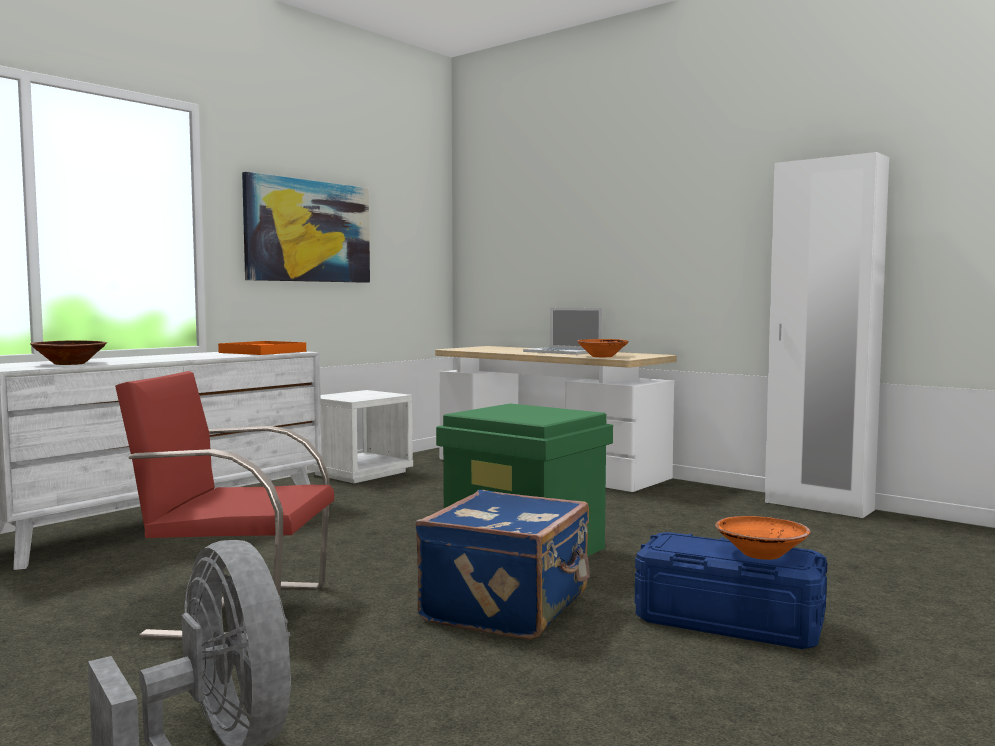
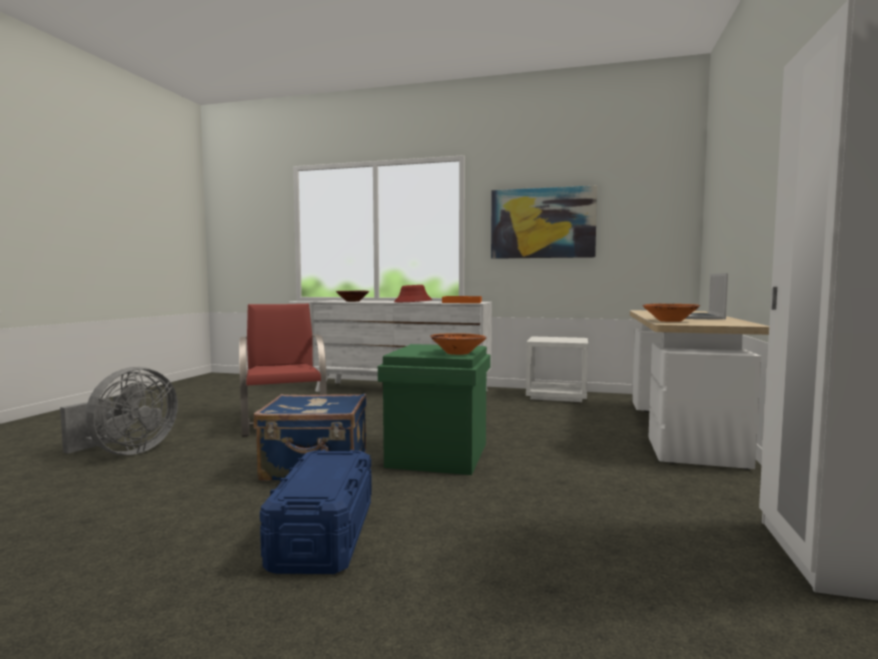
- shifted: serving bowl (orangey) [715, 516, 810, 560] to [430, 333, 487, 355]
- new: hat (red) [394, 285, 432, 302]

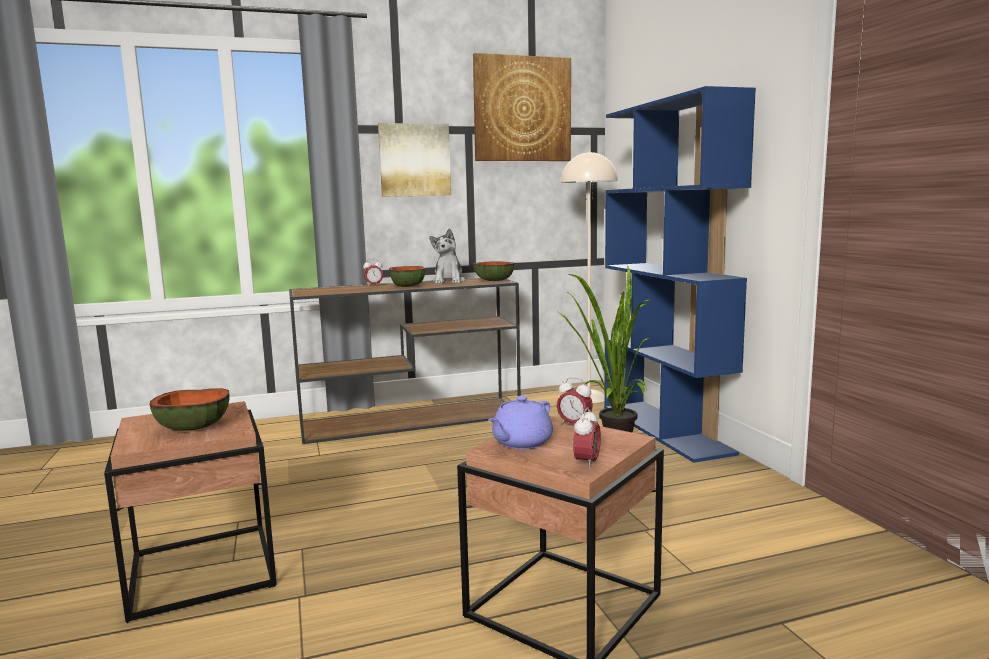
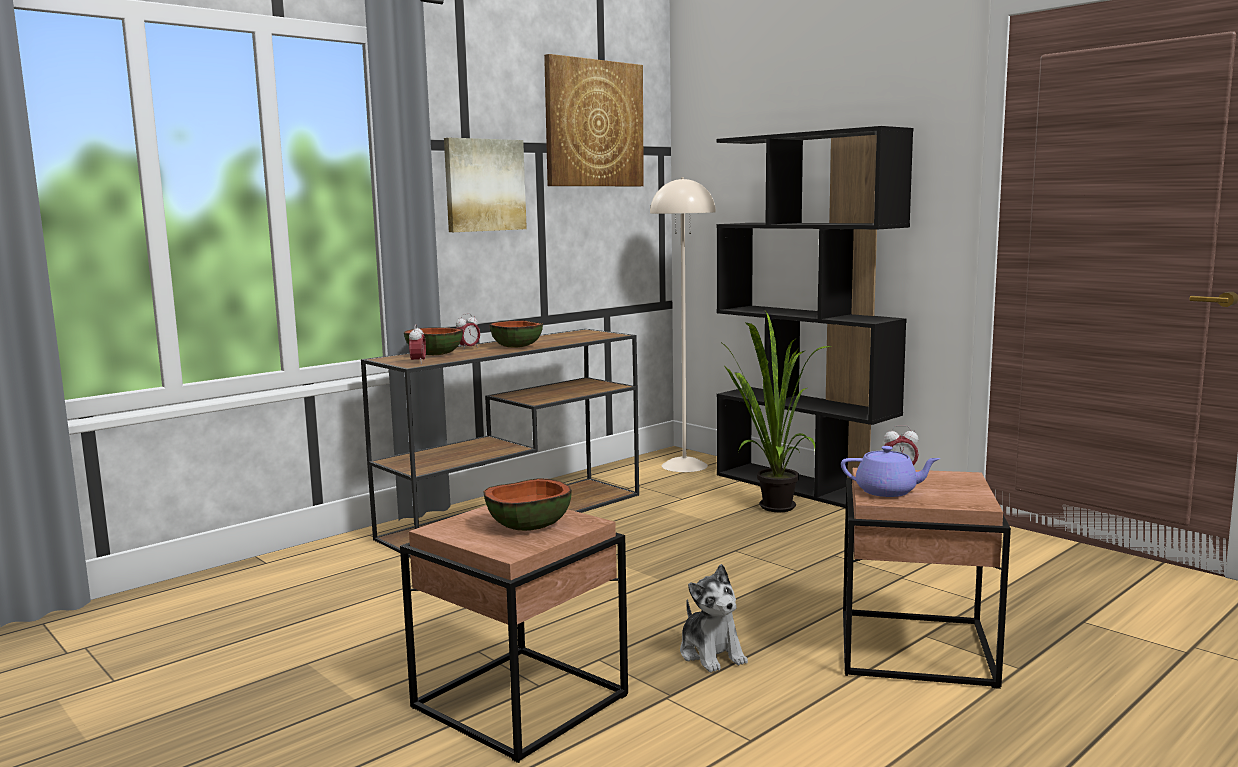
- shifted: plush toy [429, 228, 465, 284] to [680, 564, 748, 672]
- shifted: serving bowl [473, 261, 514, 281] to [404, 327, 463, 355]
- rotated: teapot (purple) [488, 396, 553, 449] = [841, 446, 941, 497] 90 degrees counterclockwise
- shifted: alarm clock [573, 407, 601, 470] to [409, 324, 426, 364]
- repainted: bookcase (blue) [604, 86, 756, 463] to bookcase (black) [716, 126, 913, 508]

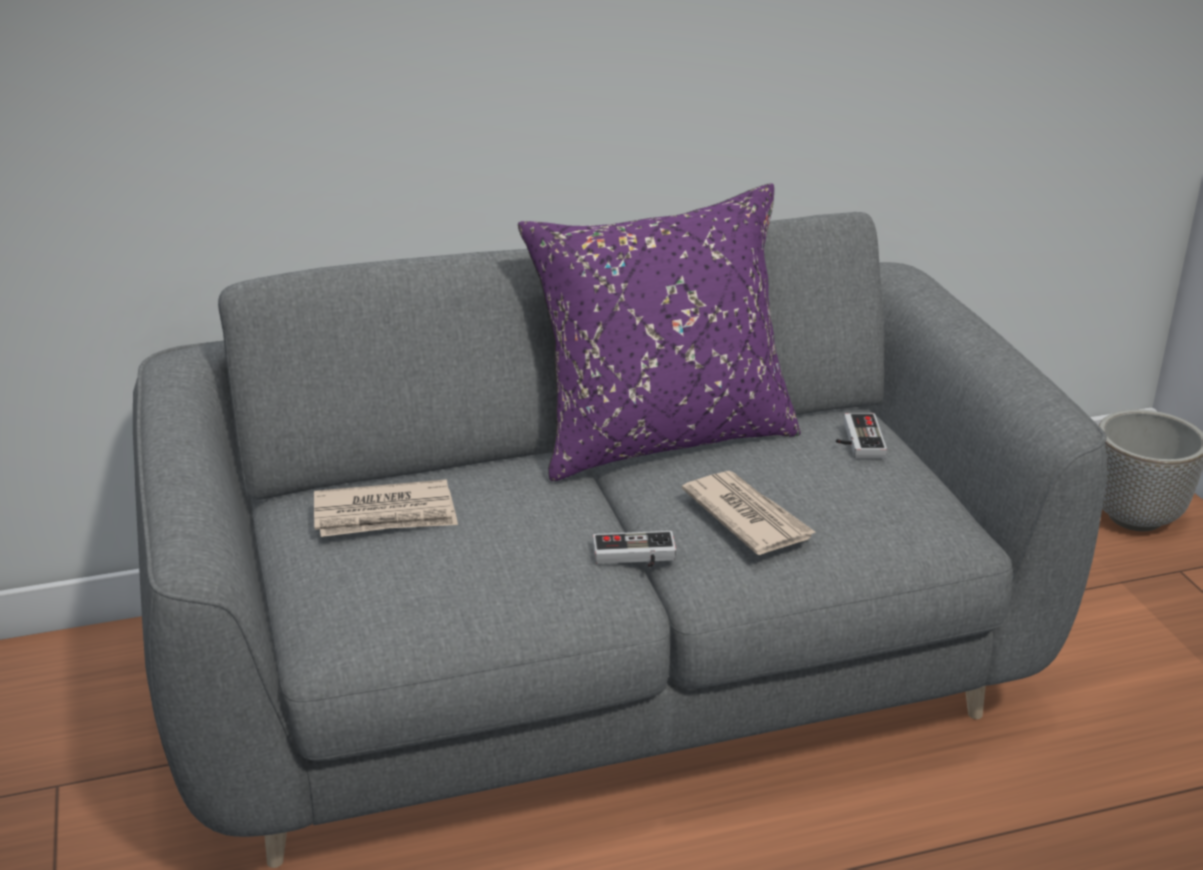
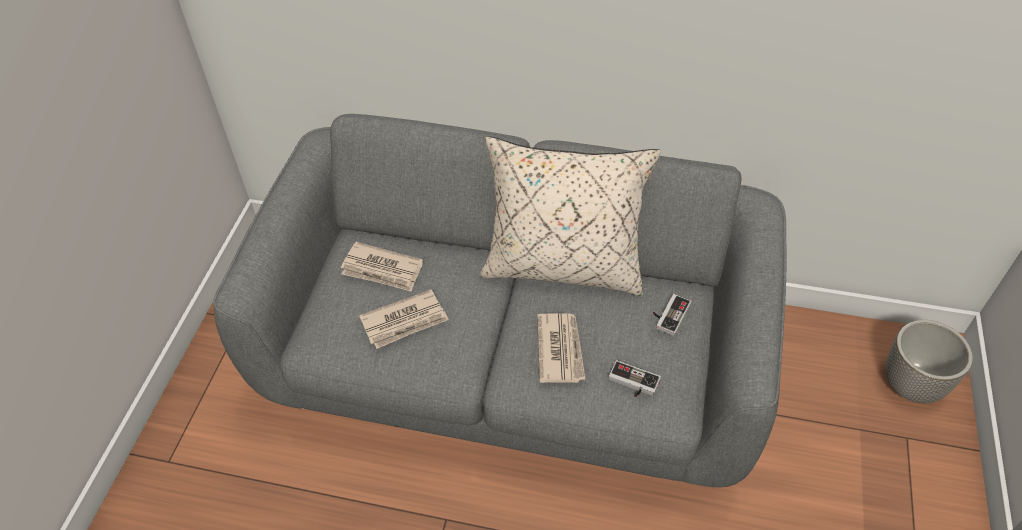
- repainted: pillow (purple) [518, 183, 801, 481] to pillow (beige-coloured) [480, 136, 661, 296]
- shifted: joypad [593, 531, 676, 567] to [609, 360, 661, 397]
- new: daily paper [359, 289, 449, 349]

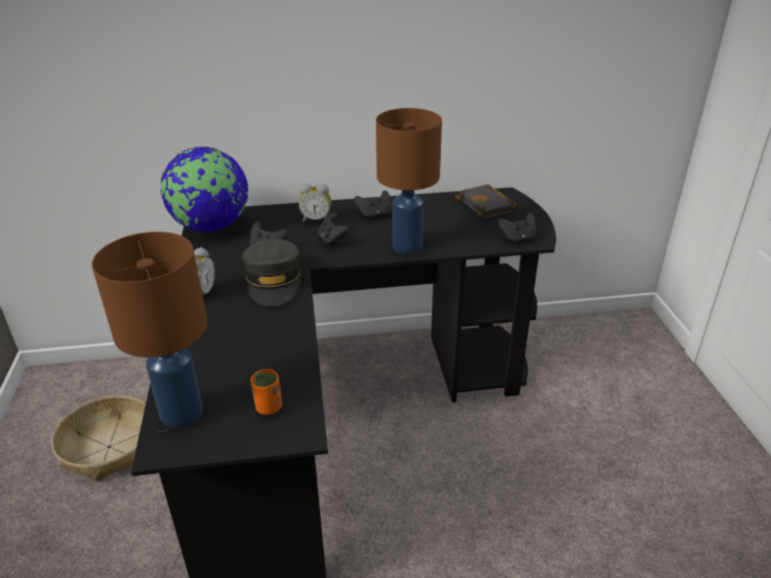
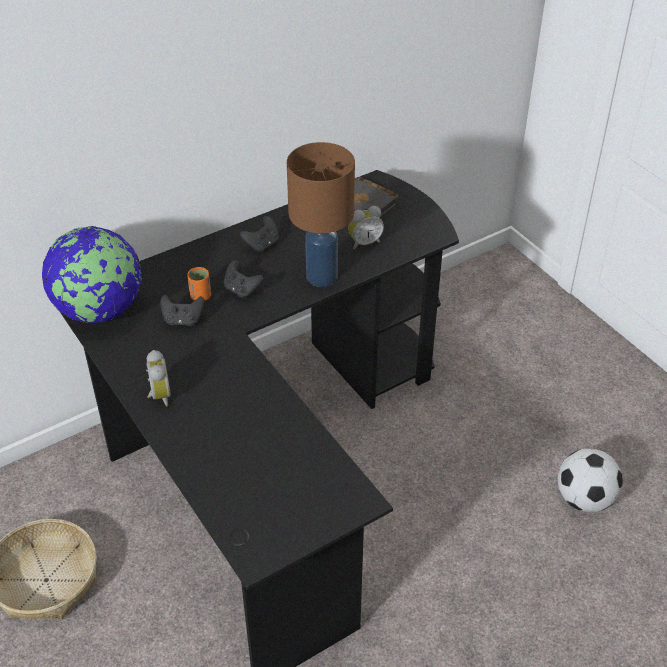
- gone: tabletop lamp (brownish) [92, 232, 207, 428]
- gone: baseball cap (gray) [243, 239, 301, 307]
- shifted: cup (orangey) [251, 369, 282, 415] to [187, 267, 211, 301]
- shifted: alarm clock [299, 183, 331, 222] to [348, 206, 384, 250]
- gone: joypad (black) [497, 213, 536, 243]
- new: ball for football [557, 449, 623, 512]

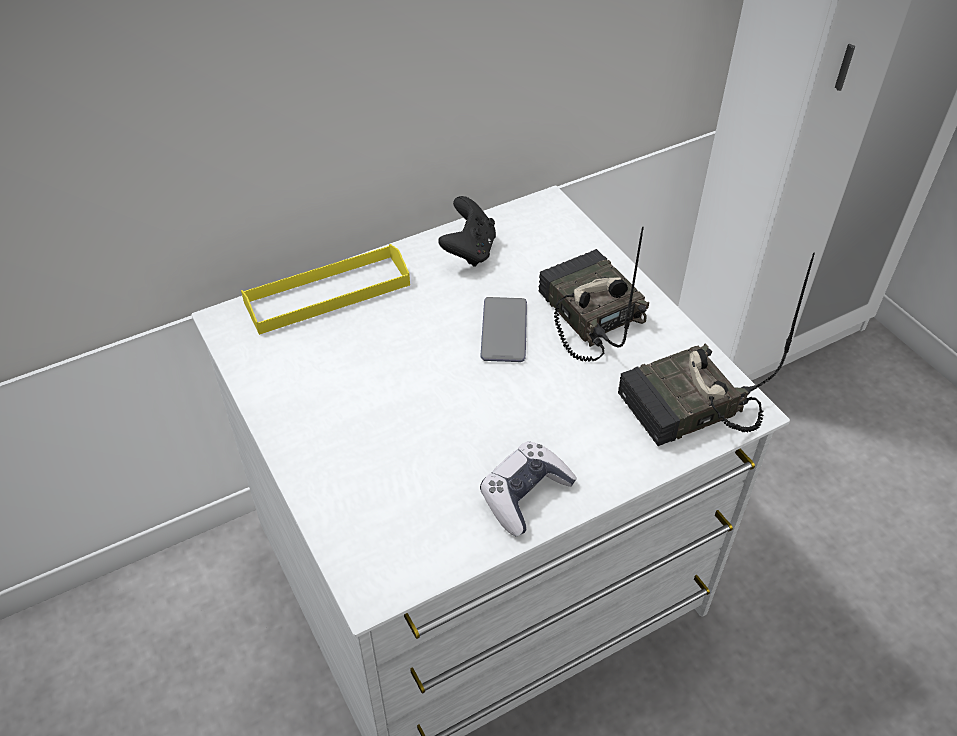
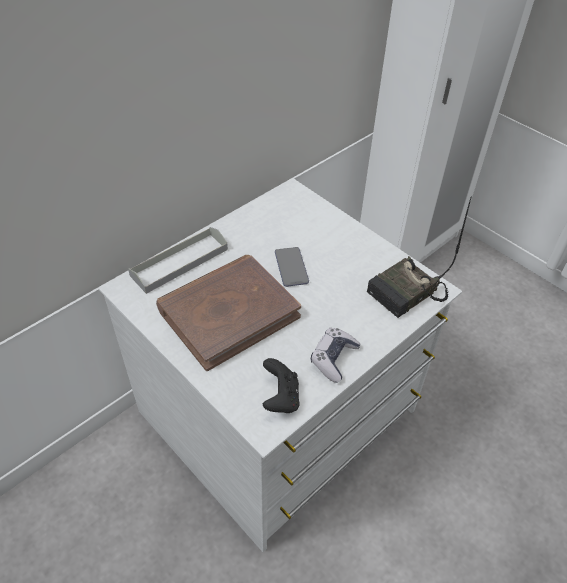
- repainted: serving tray (yellowish) [241, 244, 410, 335] to serving tray (gray) [128, 227, 228, 294]
- shifted: joypad (black) [438, 196, 496, 267] to [263, 358, 300, 413]
- gone: radio set [539, 227, 649, 362]
- new: bound book (brownish) [156, 255, 301, 371]

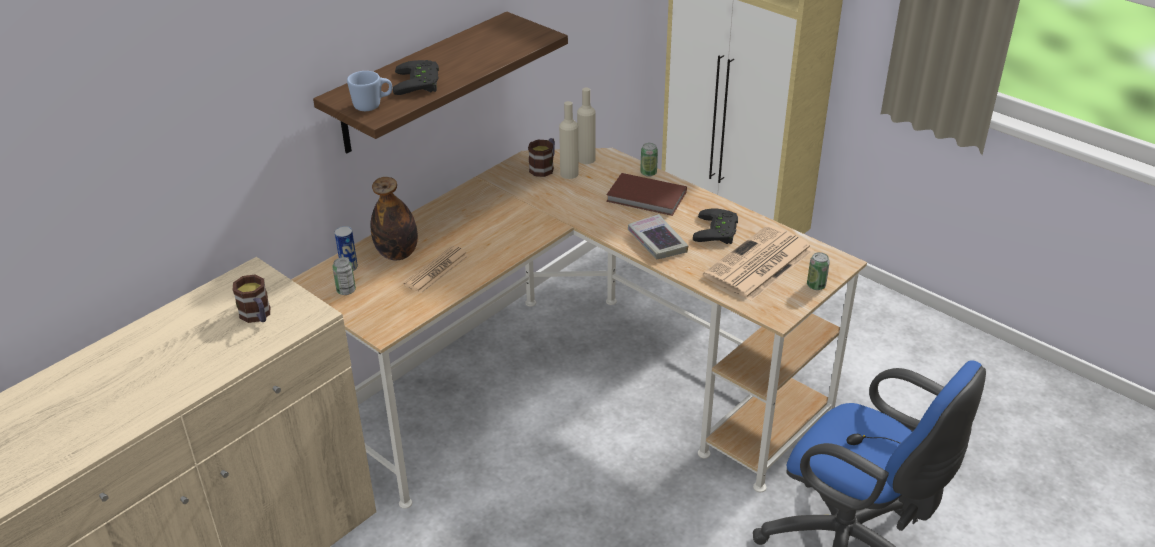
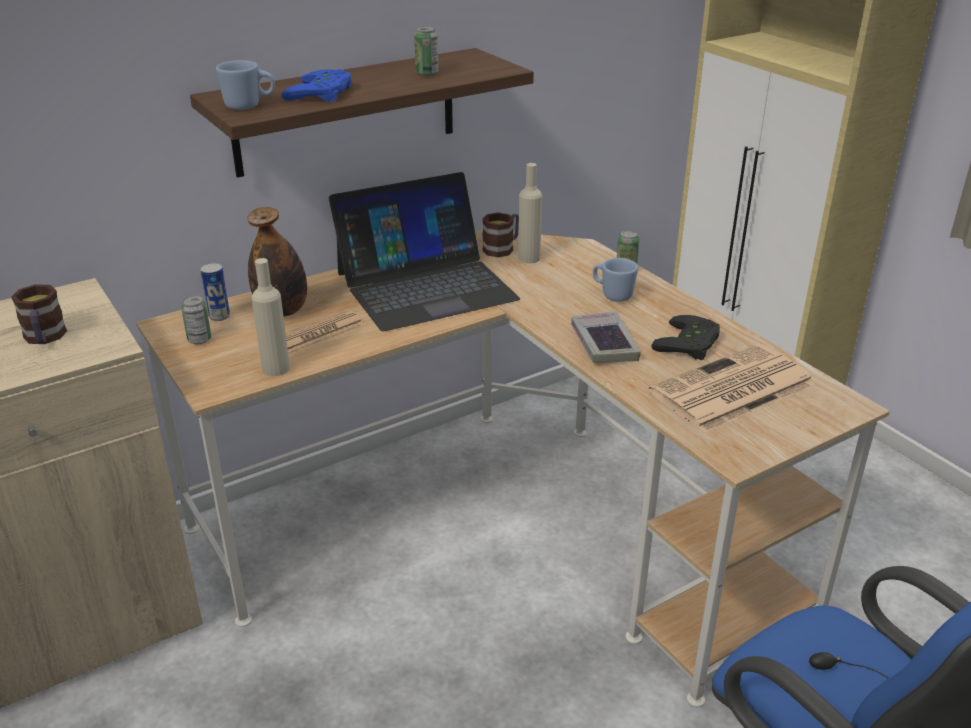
- repainted: joypad (black) [393, 60, 439, 95] to joypad (blue) [282, 69, 352, 102]
- shifted: beverage bottle (beige-coloured) [577, 88, 596, 164] to [252, 258, 290, 376]
- swapped: bound book (brownish) [606, 173, 687, 216] to tea mug (blue) [593, 258, 638, 302]
- shifted: sealed can [807, 252, 830, 290] to [414, 27, 438, 76]
- new: laptop [329, 172, 520, 331]

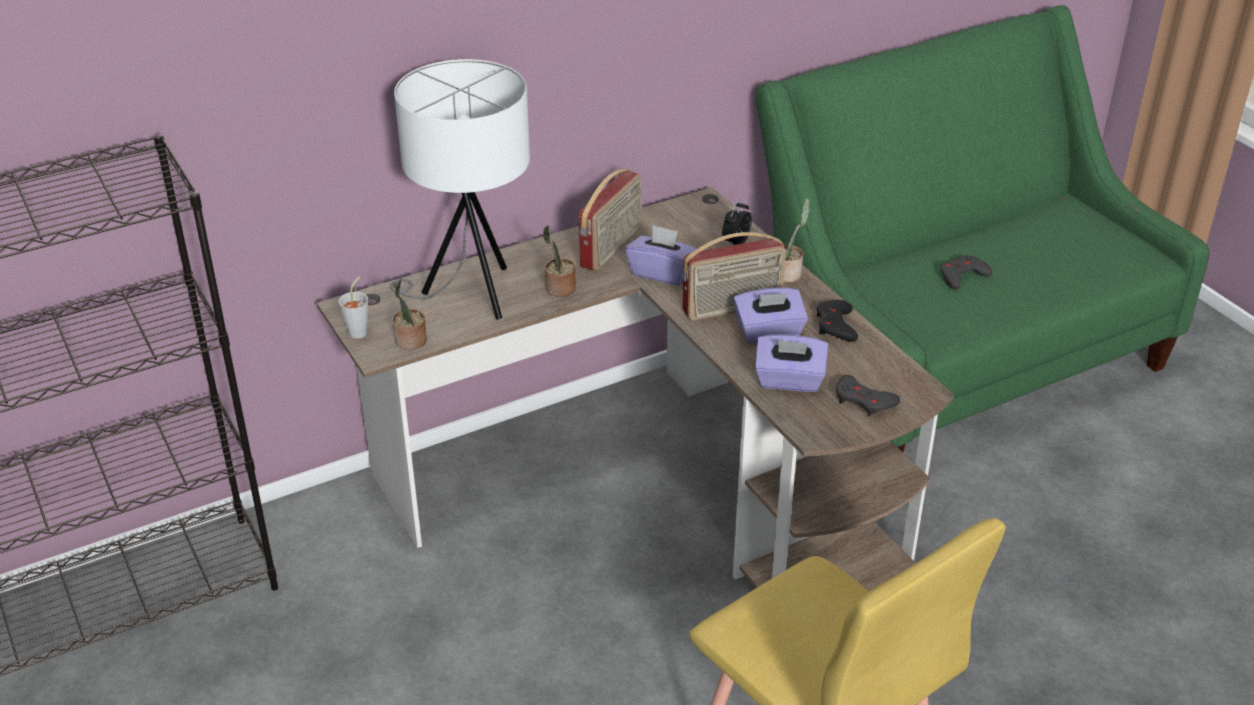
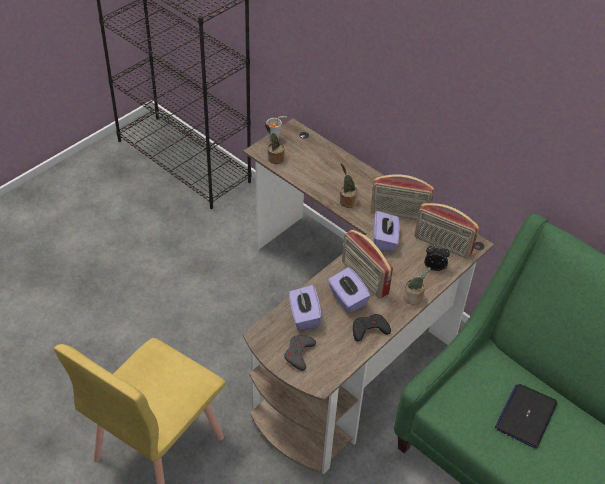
- gone: tabletop lamp (whitish) [389, 59, 530, 320]
- swapped: joypad (gray) [940, 255, 992, 289] to laptop [495, 384, 558, 449]
- new: radio set [414, 203, 479, 258]

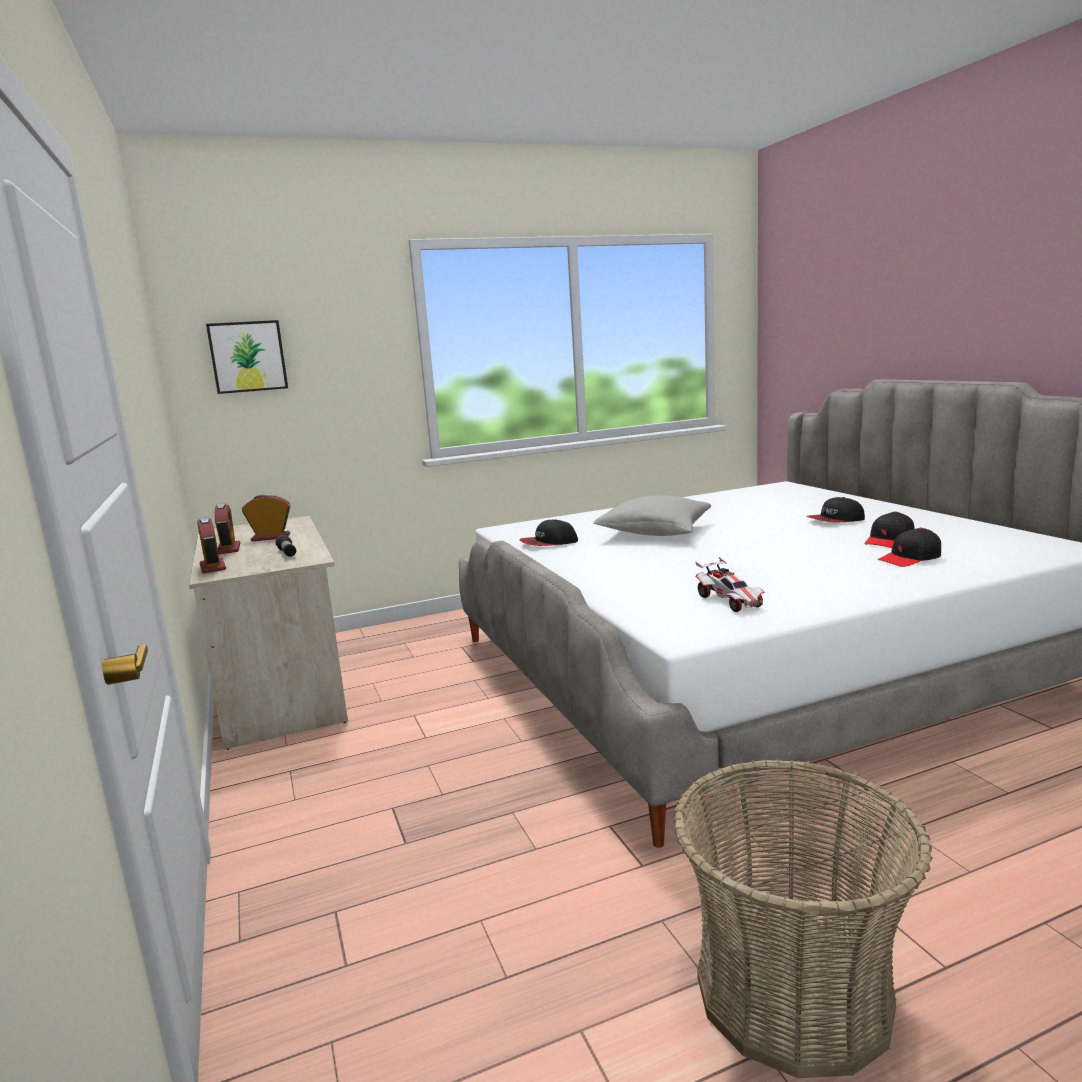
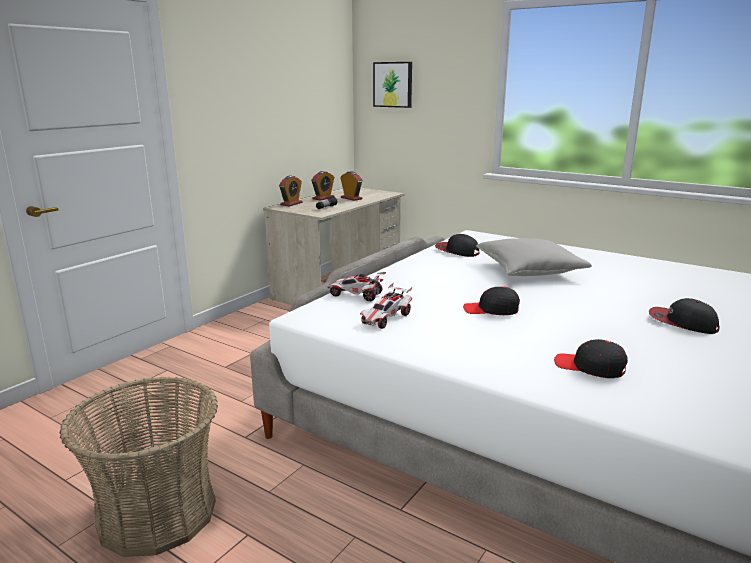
- shifted: baseball cap (black) [864, 511, 914, 548] to [463, 287, 520, 315]
- new: model car [327, 272, 386, 301]

